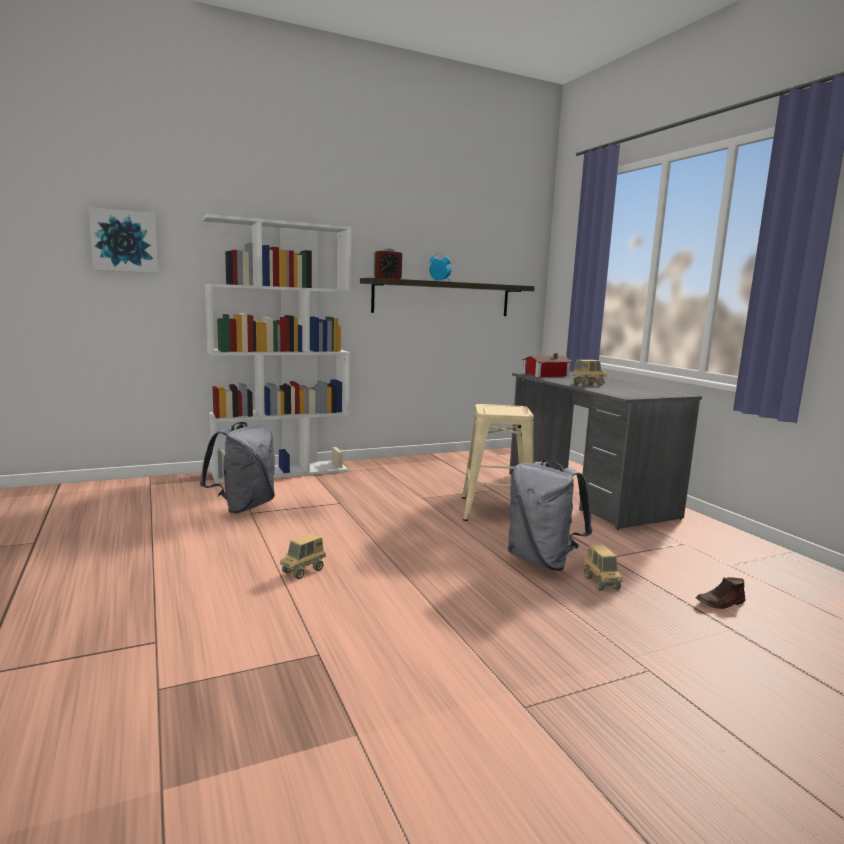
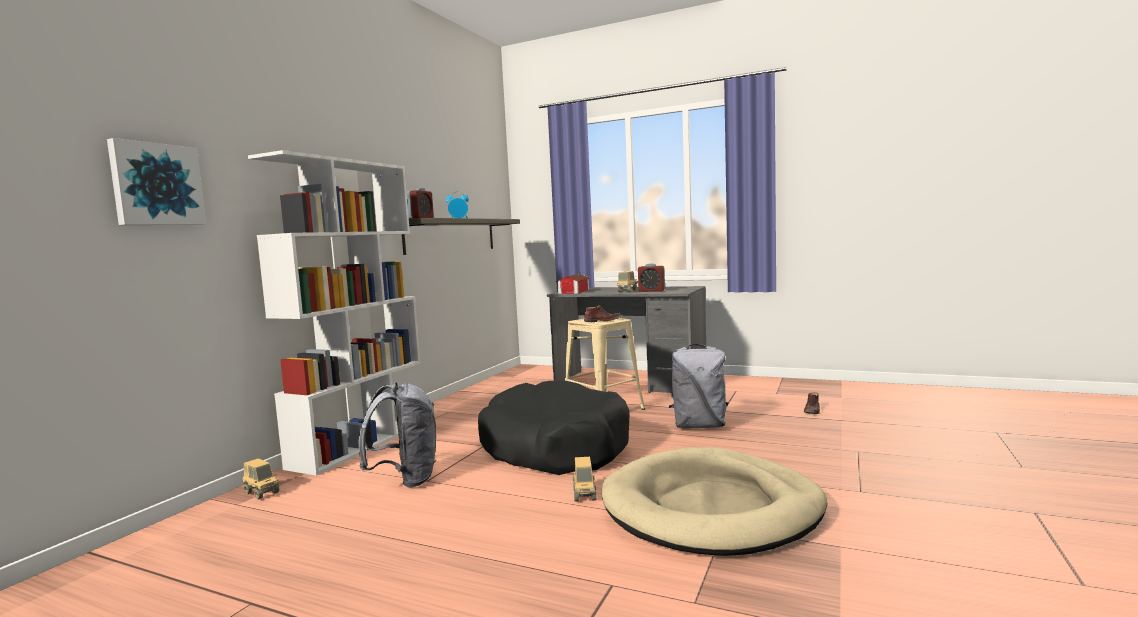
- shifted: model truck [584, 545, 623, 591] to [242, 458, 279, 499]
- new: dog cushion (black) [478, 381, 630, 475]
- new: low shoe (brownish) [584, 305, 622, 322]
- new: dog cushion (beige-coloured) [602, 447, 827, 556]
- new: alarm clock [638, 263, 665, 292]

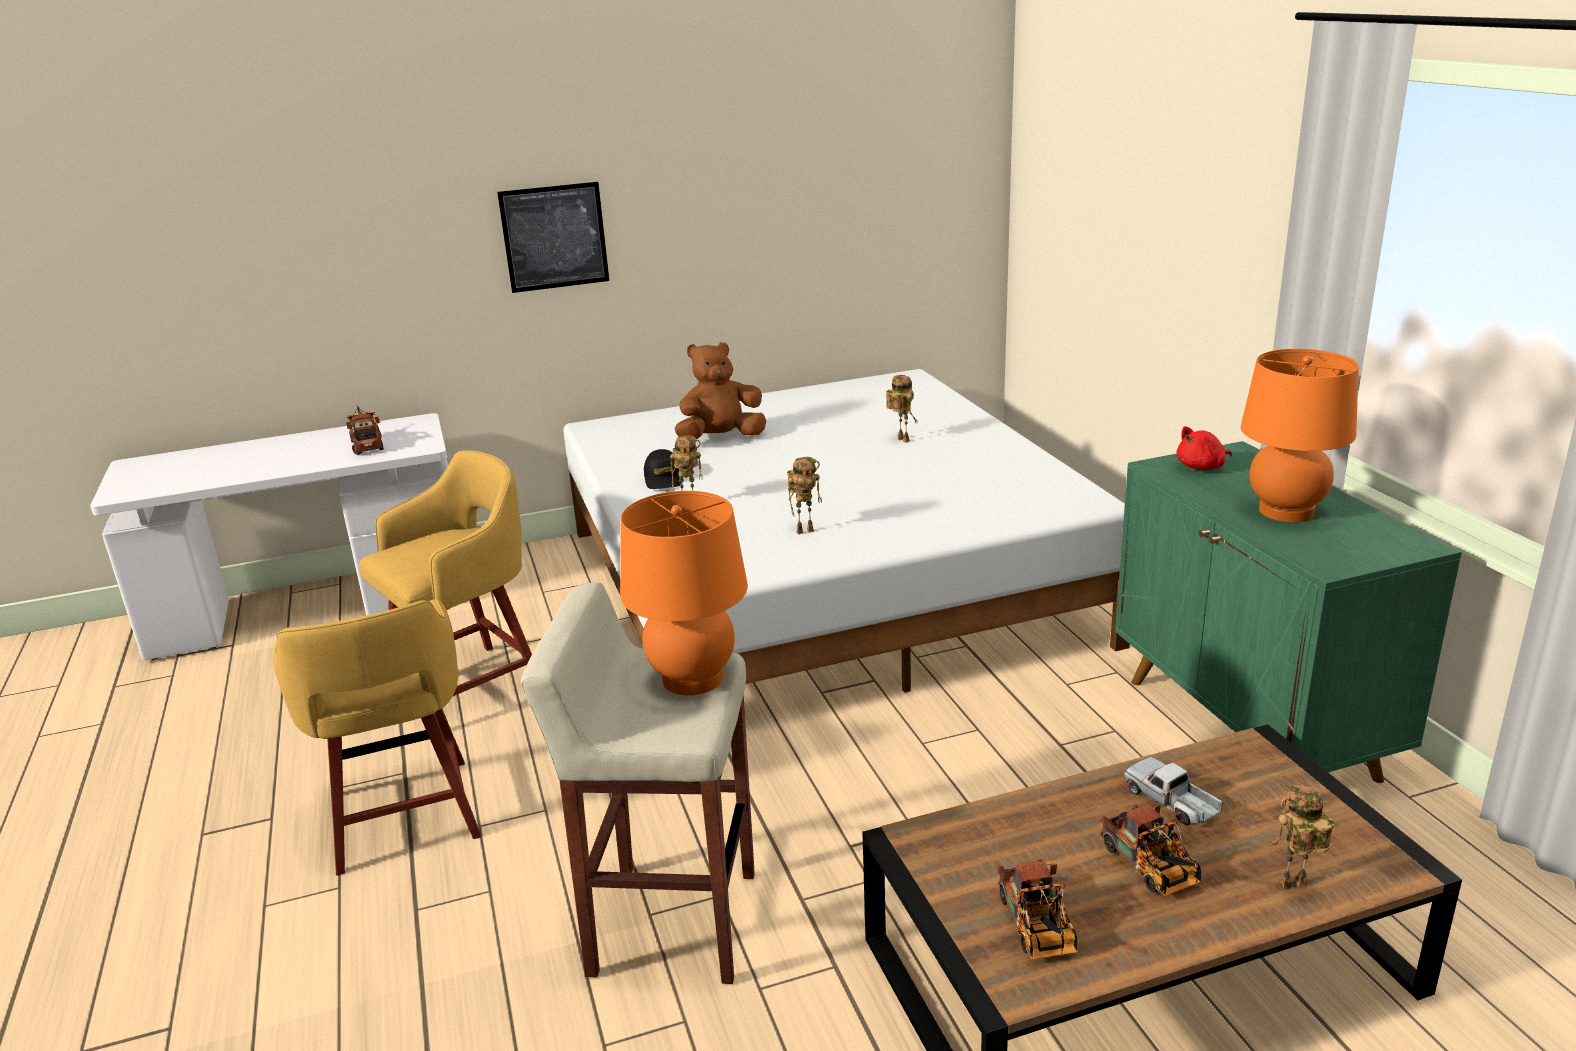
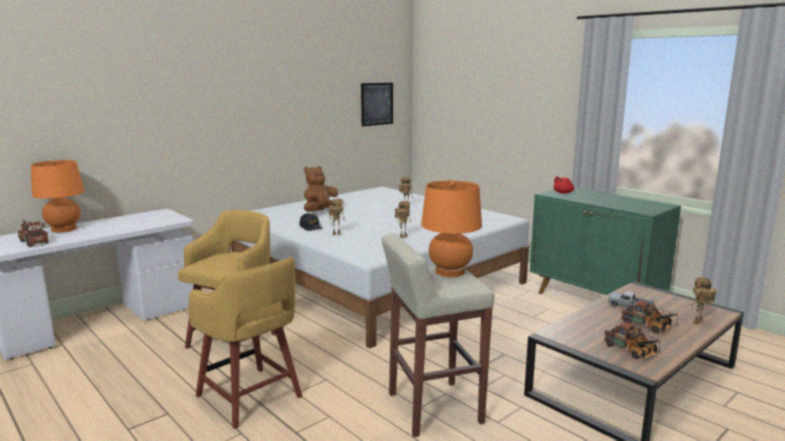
- shifted: model truck [346, 405, 383, 455] to [18, 220, 49, 247]
- shifted: picture [497, 182, 609, 293] to [361, 83, 393, 126]
- shifted: tabletop lamp (orangey) [1241, 349, 1359, 522] to [31, 160, 84, 233]

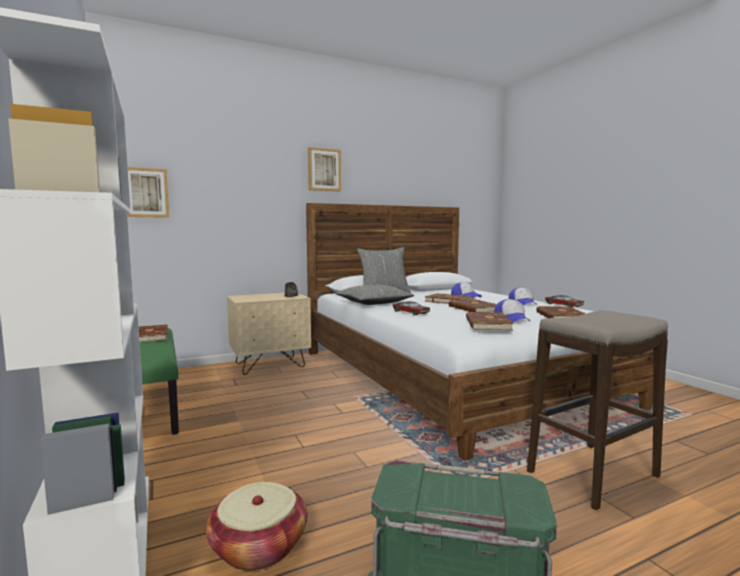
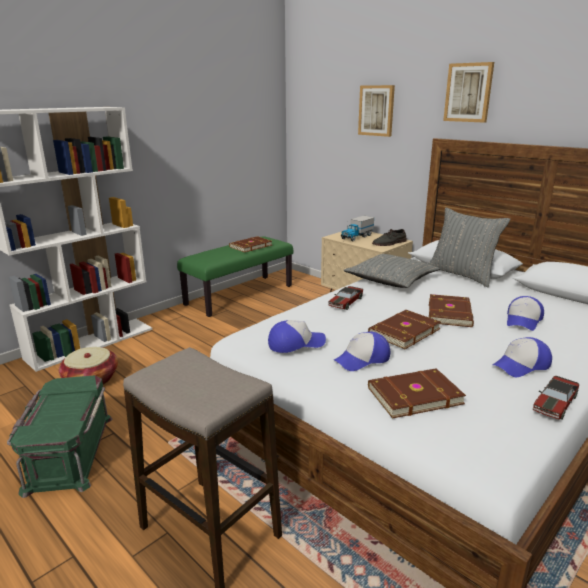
- shifted: picture [127, 167, 169, 218] to [358, 85, 395, 137]
- swapped: bound book (brownish) [466, 312, 514, 331] to baseball cap [268, 320, 326, 353]
- new: model truck [341, 216, 374, 241]

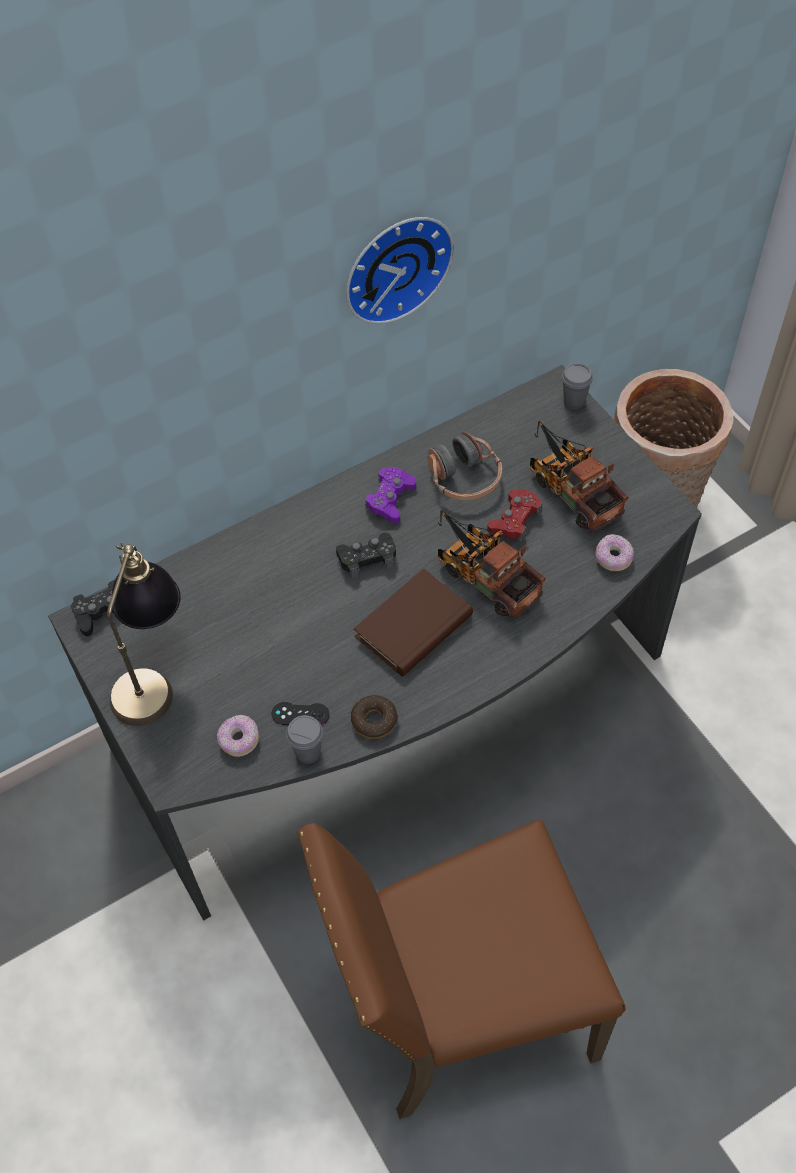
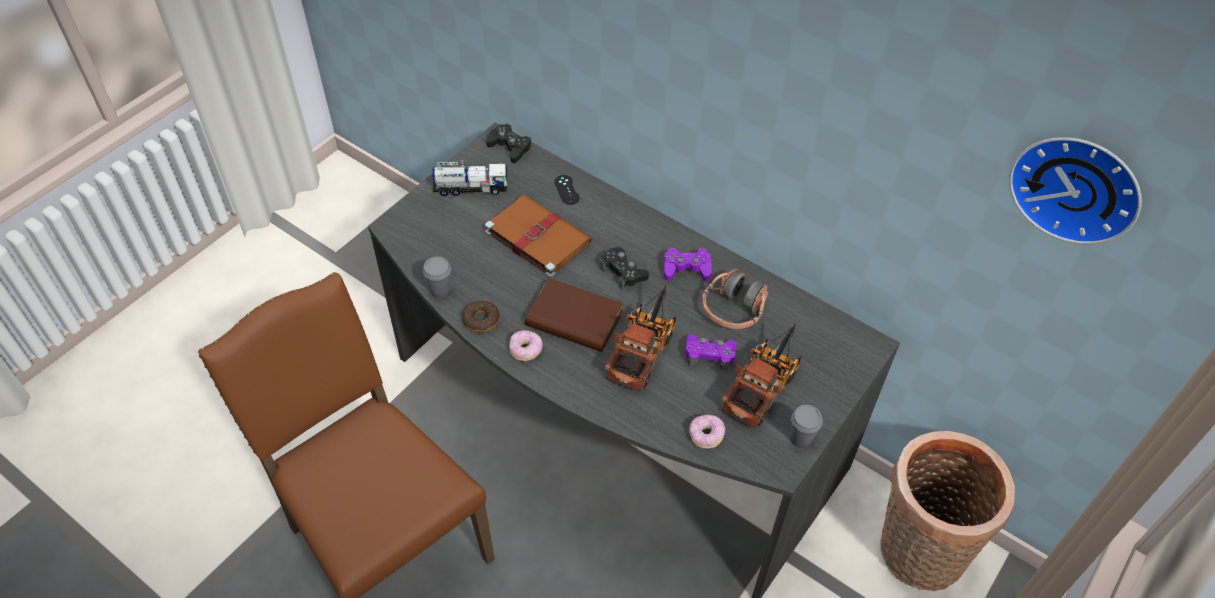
- swapped: tabletop lamp [107, 543, 181, 726] to model truck [432, 161, 507, 196]
- shifted: donut [217, 715, 259, 757] to [509, 330, 543, 361]
- shifted: joypad (black) [272, 702, 329, 725] to [555, 175, 580, 205]
- shifted: hanging clock [346, 217, 454, 324] to [1009, 137, 1142, 245]
- repainted: joypad (red) [487, 489, 542, 542] to joypad (purple) [685, 335, 737, 371]
- shifted: cup (gray) [562, 363, 593, 410] to [791, 405, 823, 448]
- new: bound book (brownish) [485, 195, 592, 278]

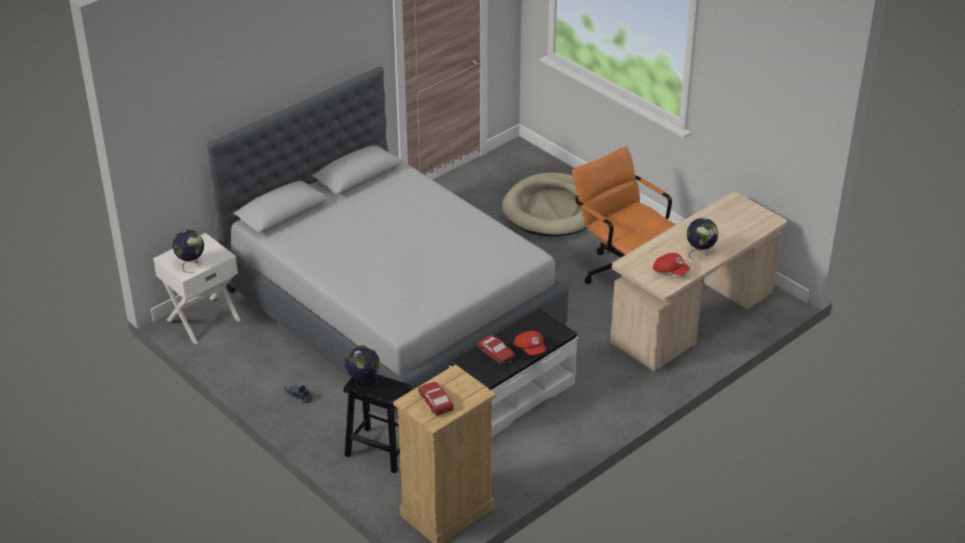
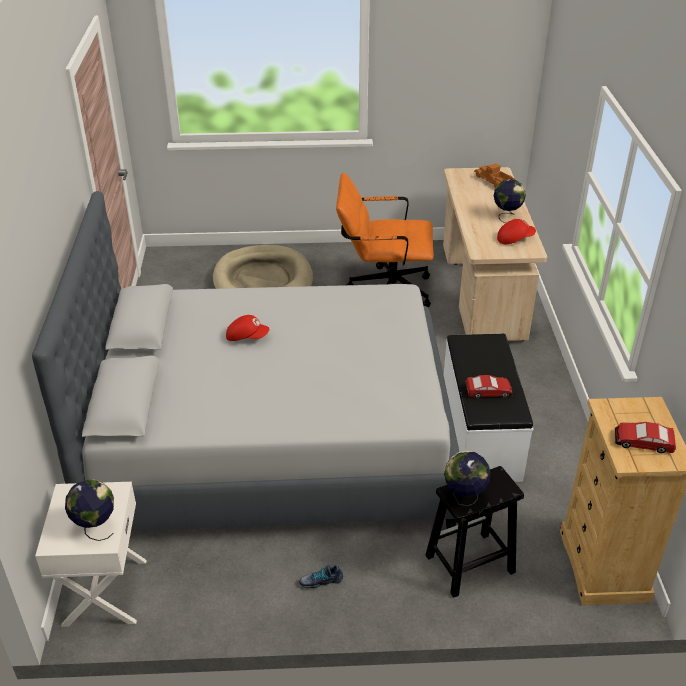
- shifted: baseball cap (red) [514, 331, 546, 355] to [226, 315, 269, 341]
- new: model truck [474, 163, 515, 188]

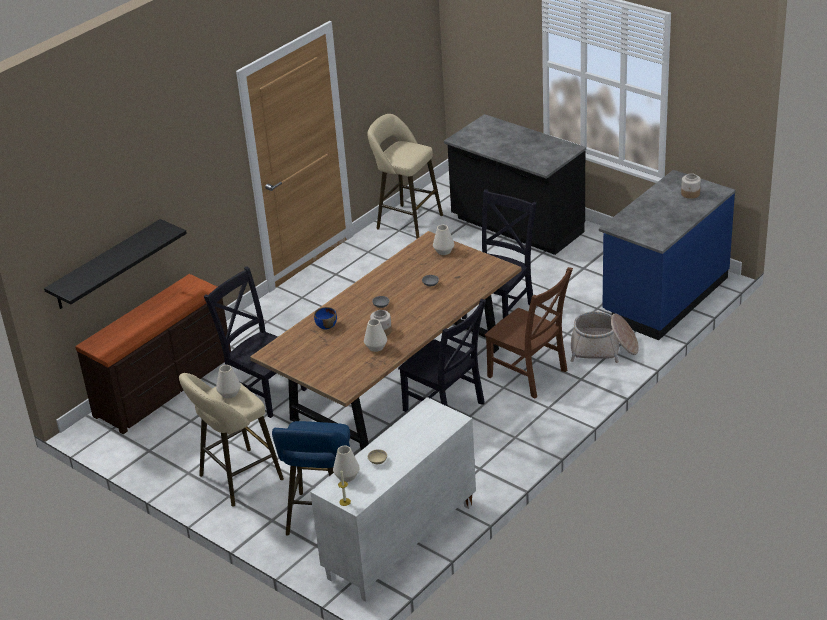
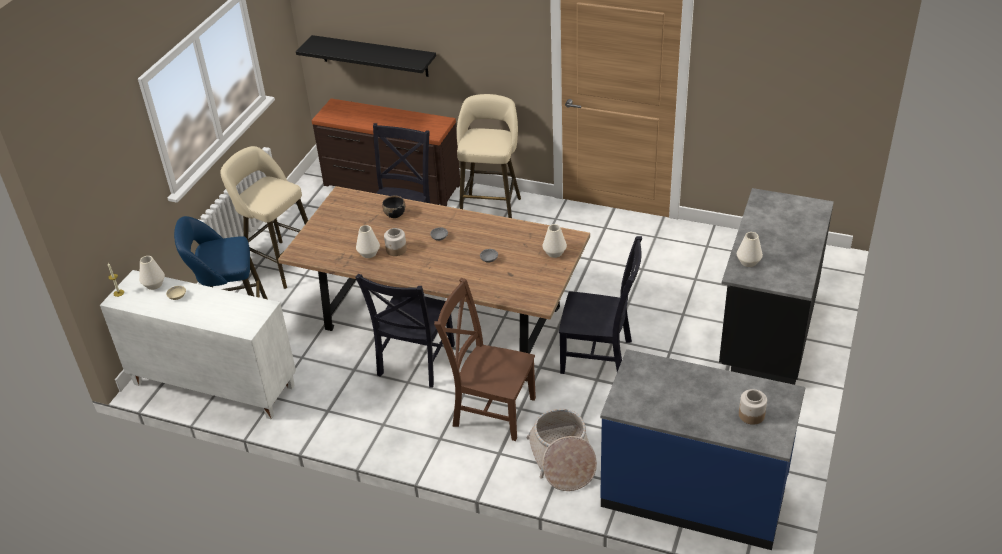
- shifted: decorative vase (whitish) [216, 365, 241, 399] to [737, 232, 763, 267]
- repainted: serving bowl (blue) [314, 307, 337, 330] to serving bowl (black) [382, 196, 405, 218]
- shifted: stool (beige-coloured) [367, 114, 443, 239] to [457, 94, 521, 218]
- rotated: chair (brownish) [485, 267, 573, 399] = [434, 278, 536, 441] 90 degrees clockwise

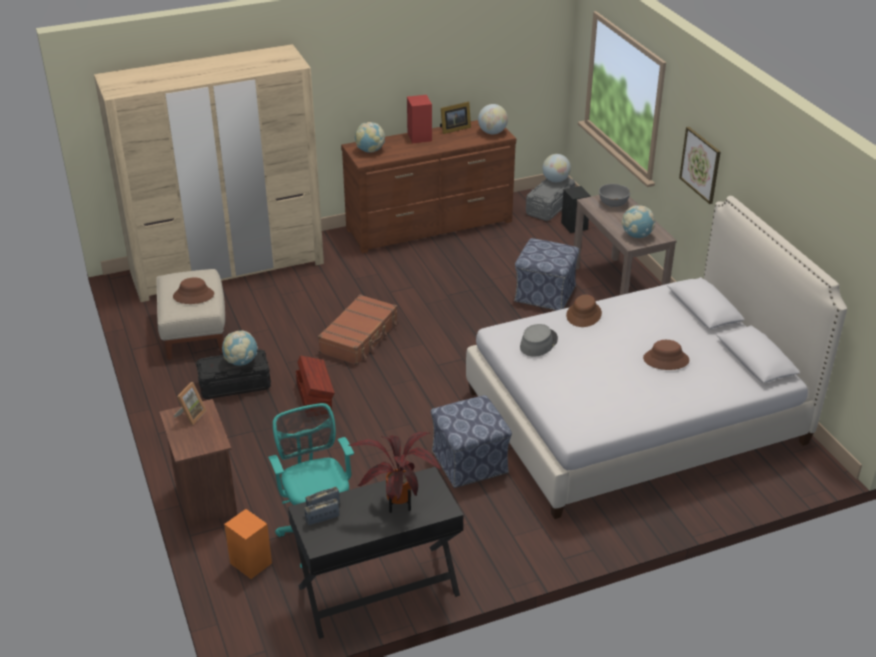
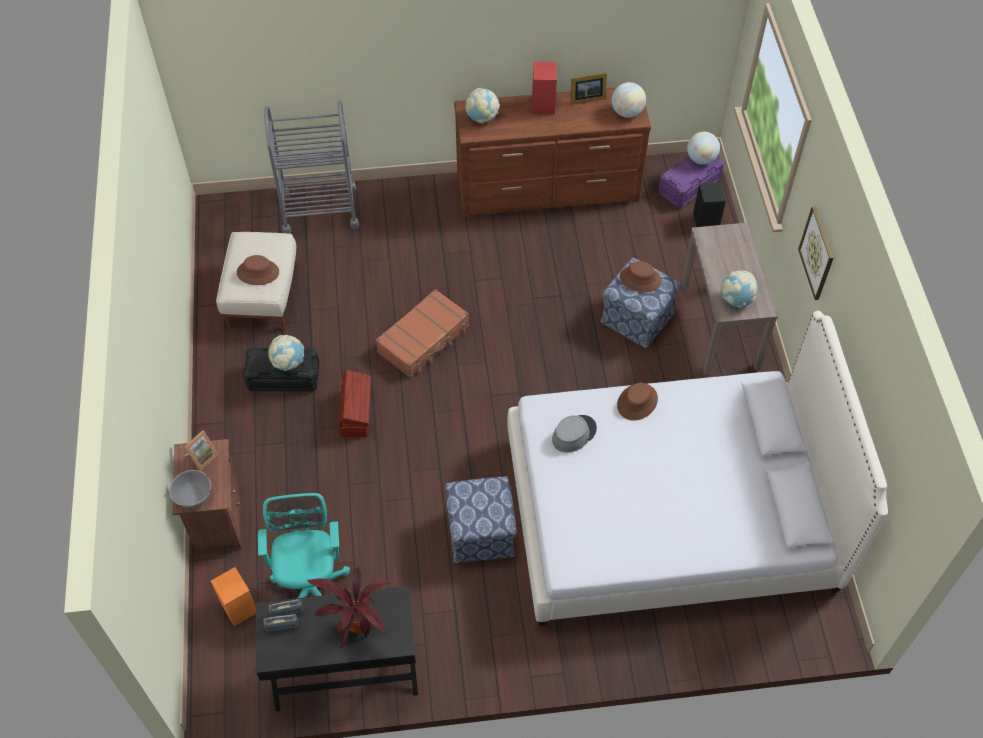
- swapped: clothes cupboard (beige-coloured) [94, 44, 324, 302] to wheeled cart (gray) [264, 100, 359, 234]
- repainted: storage box (gray) [526, 177, 575, 221] to storage box (purple) [659, 156, 724, 208]
- shifted: serving bowl (gray) [599, 184, 630, 207] to [169, 470, 211, 509]
- shifted: hat (brownish) [643, 340, 689, 370] to [620, 261, 662, 292]

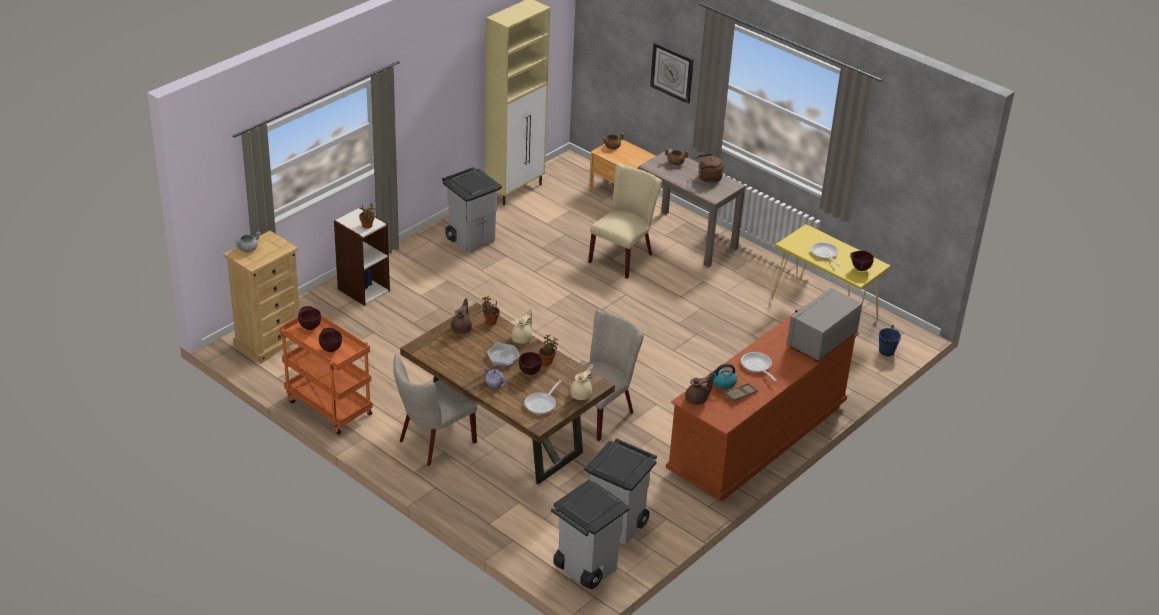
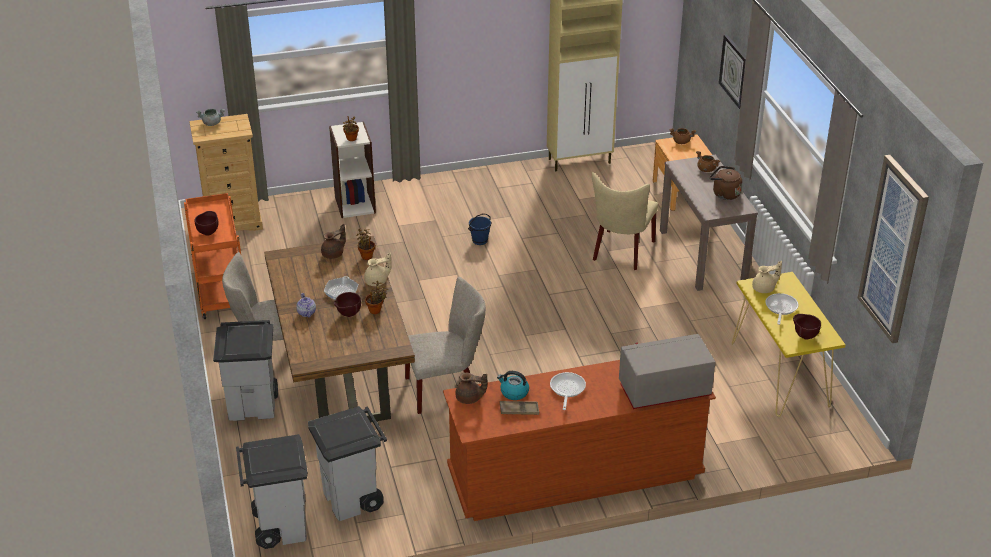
- gone: serving bowl (brownish) [298, 306, 321, 330]
- shifted: rubbish bin (gray) [442, 167, 502, 252] to [213, 320, 278, 421]
- gone: pan [524, 380, 562, 414]
- shifted: teapot (beige-coloured) [570, 364, 593, 400] to [752, 261, 782, 293]
- rotated: chair (beige-coloured) [588, 163, 662, 278] = [592, 172, 658, 270] 135 degrees clockwise
- shifted: pail (blue) [879, 325, 901, 356] to [468, 214, 492, 245]
- new: picture [858, 155, 929, 343]

